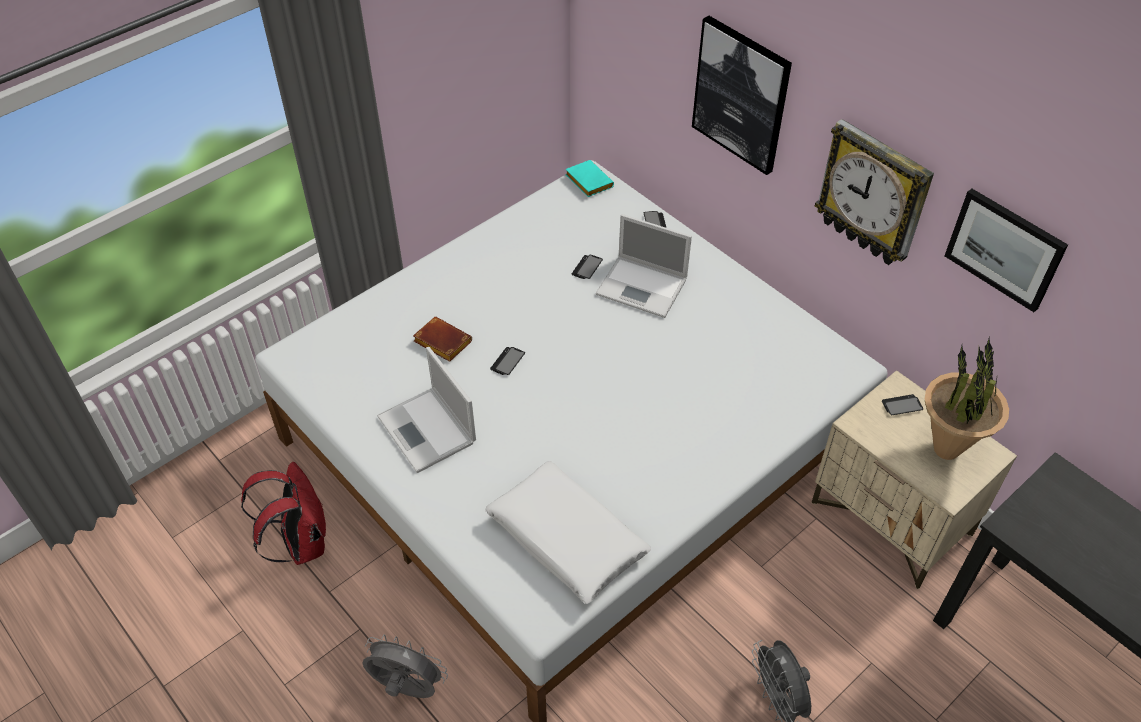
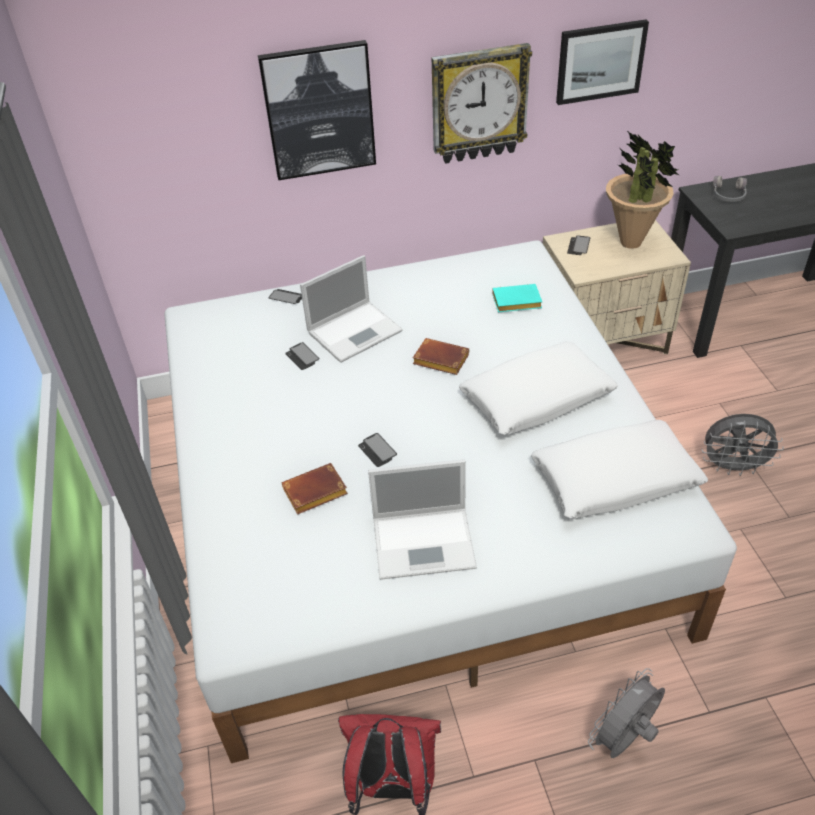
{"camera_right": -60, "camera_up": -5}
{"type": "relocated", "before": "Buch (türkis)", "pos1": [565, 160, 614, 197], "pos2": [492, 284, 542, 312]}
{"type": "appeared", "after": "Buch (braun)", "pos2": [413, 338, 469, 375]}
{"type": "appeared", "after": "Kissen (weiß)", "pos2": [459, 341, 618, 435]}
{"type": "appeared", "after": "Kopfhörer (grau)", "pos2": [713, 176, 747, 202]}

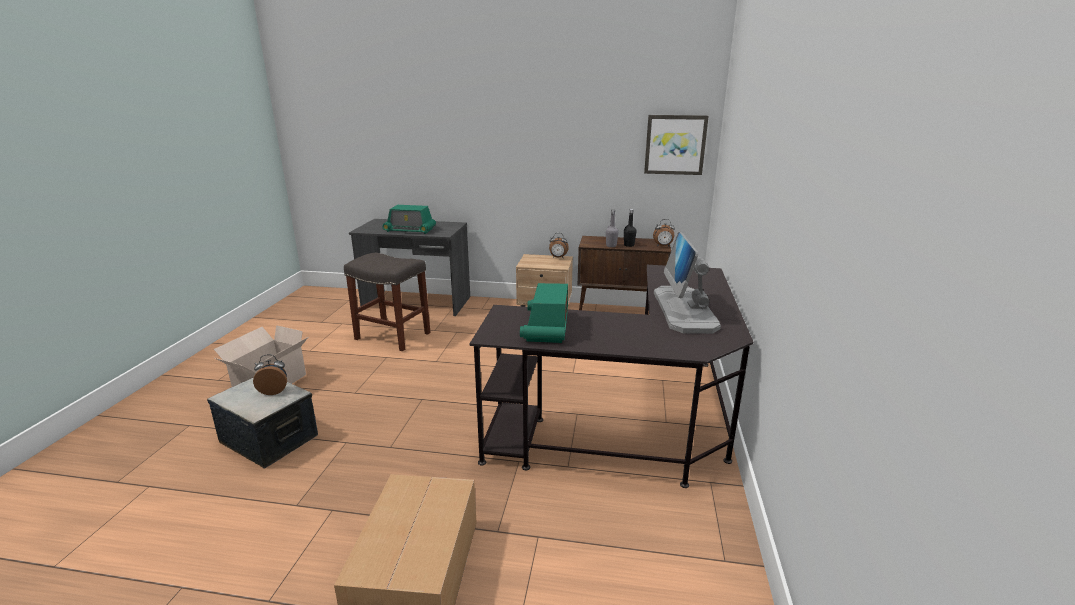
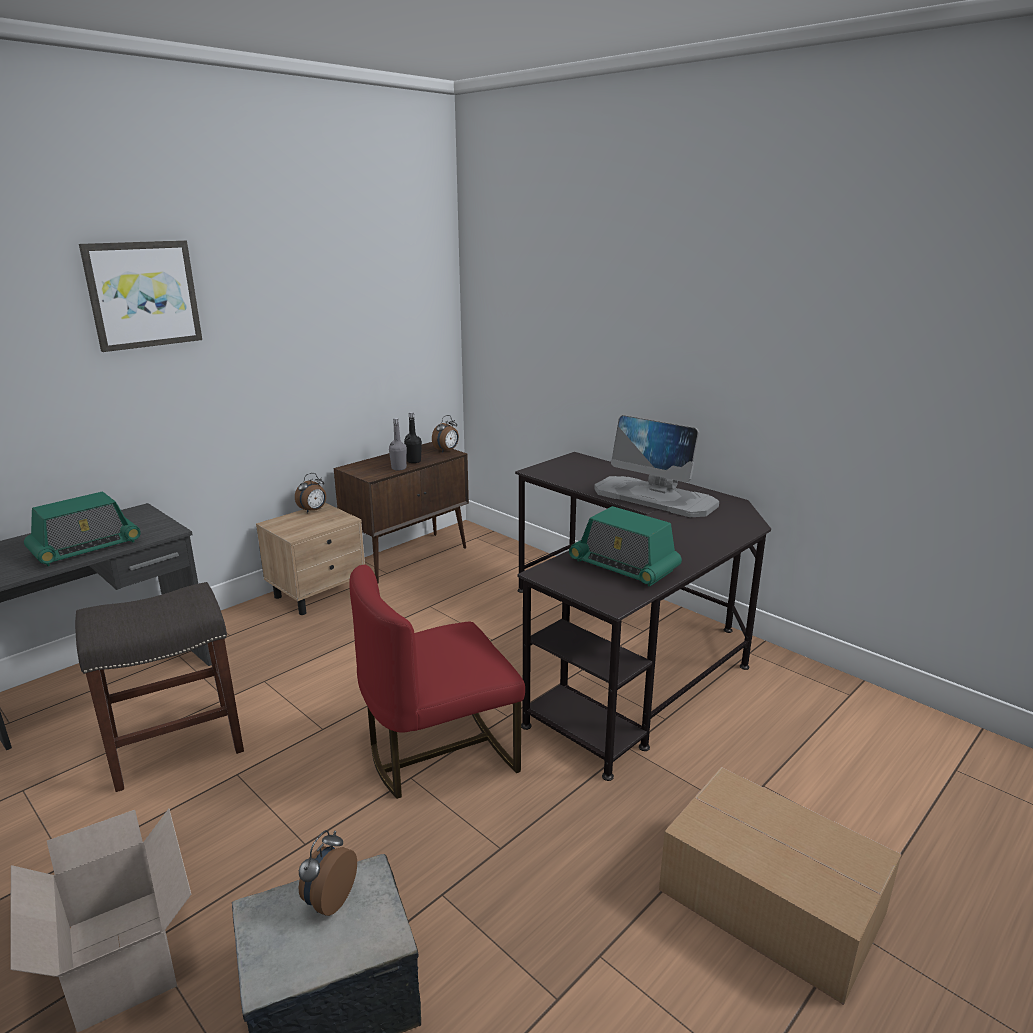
{"camera_right": -55, "camera_up": 0}
{"type": "relocated", "before": "Bild", "pos1": [644, 115, 709, 175], "pos2": [79, 240, 202, 352]}
{"type": "appeared", "after": "Stuhl (rot)", "pos2": [349, 565, 525, 799]}

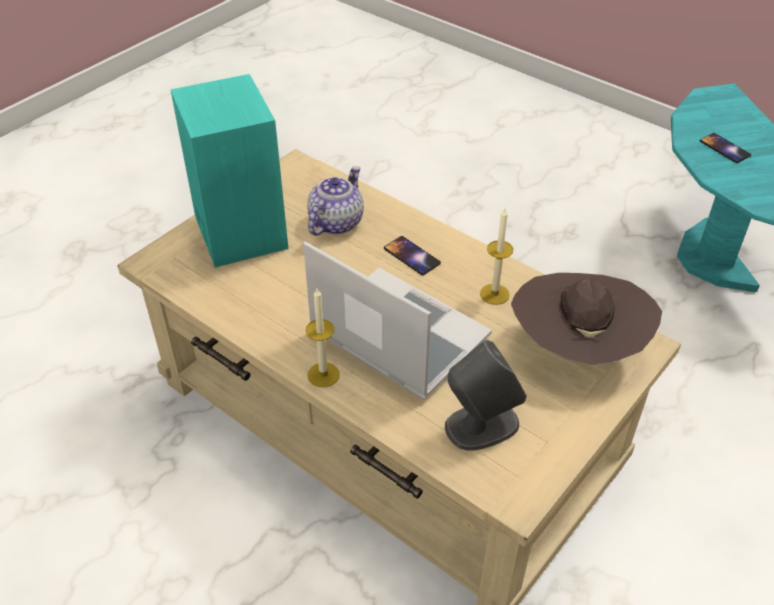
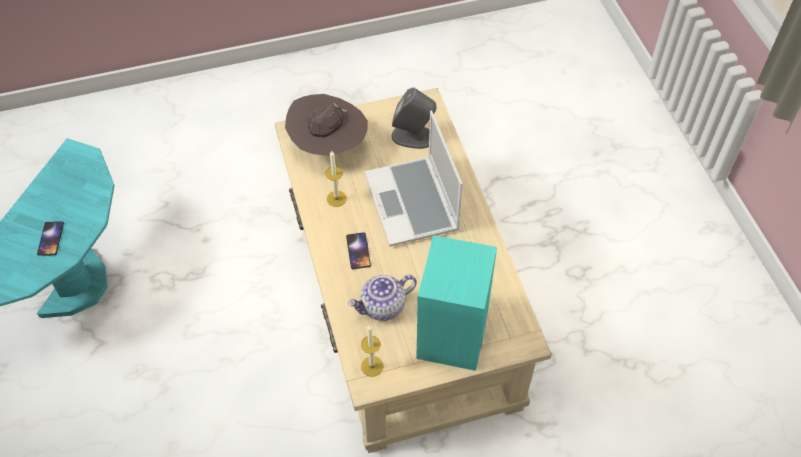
{"camera_right": -145, "camera_up": 10}
{"type": "relocated", "before": "Kerze", "pos1": [306, 288, 340, 387], "pos2": [361, 325, 384, 377]}

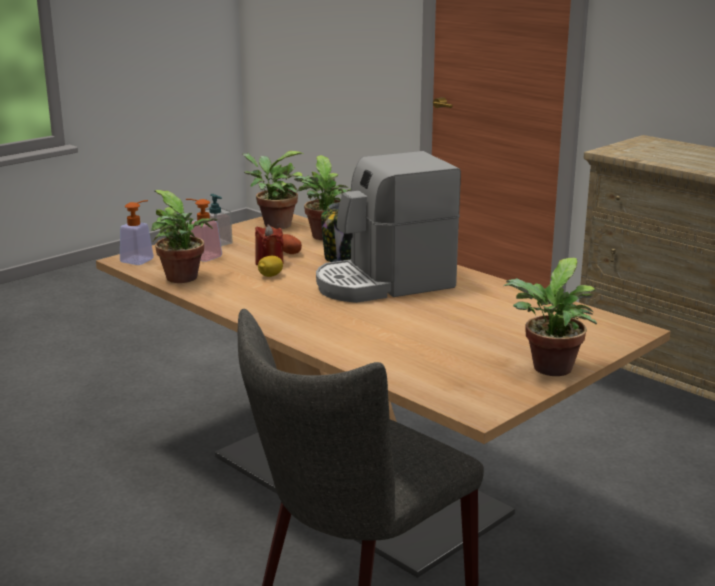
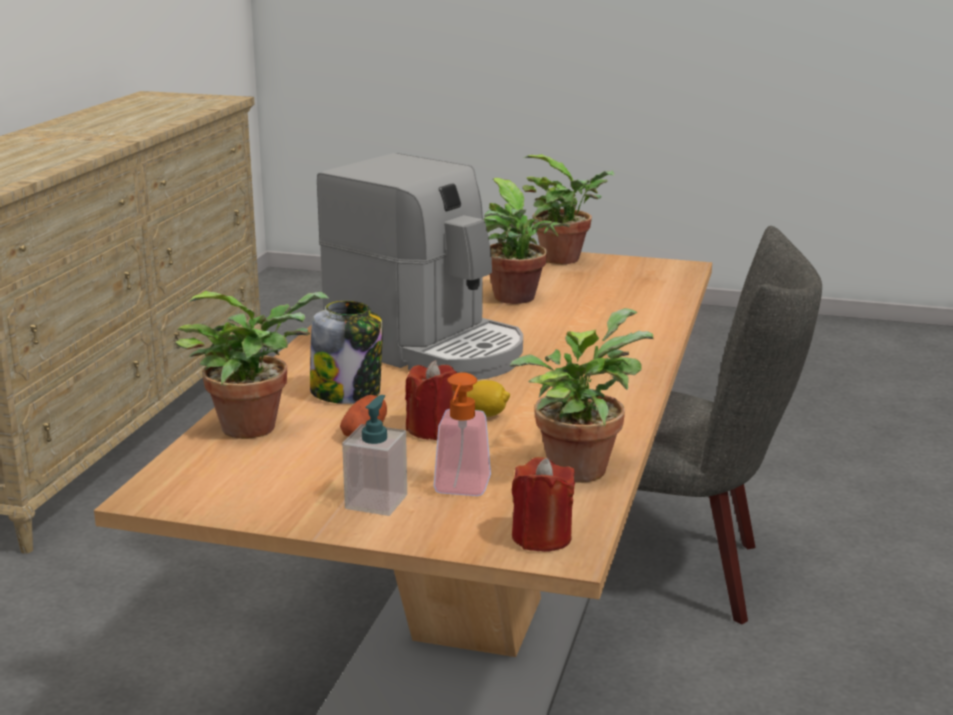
{"camera_right": -120, "camera_up": 0}
{"type": "exchanged", "before": "Seifenspender", "after": "Kerze (rot)", "pos1": [120, 200, 154, 265], "pos2": [512, 457, 575, 552]}
{"type": "relocated", "before": "Topfpflanze", "pos1": [243, 151, 305, 229], "pos2": [483, 178, 570, 304]}

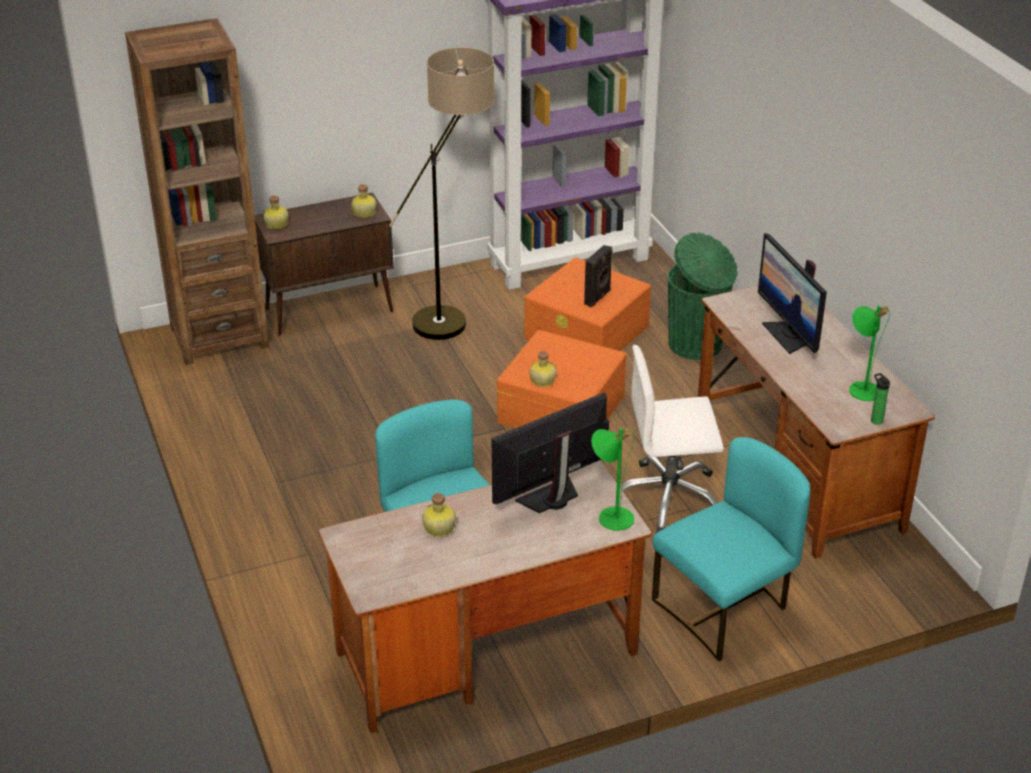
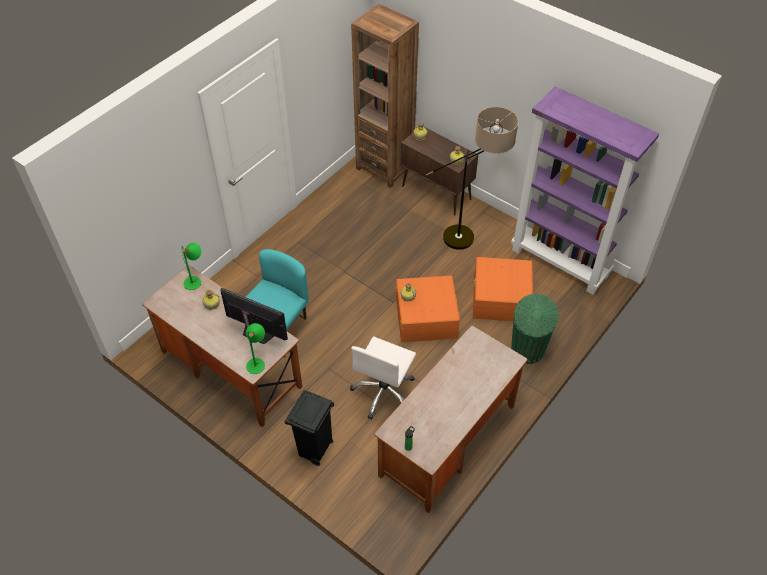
{"camera_right": 60, "camera_up": 15}
{"type": "missing", "before": "Lautsprecher (schwarz)", "pos1": [584, 245, 612, 308]}
{"type": "spun", "before": "Bürostuhl (weiß)", "pos1": [620, 345, 724, 533], "pos2": [350, 336, 416, 420], "turn": -120}
{"type": "exchanged", "before": "Stuhl (türkis)", "after": "Mülleimer (schwarz)", "pos1": [652, 437, 810, 661], "pos2": [285, 390, 334, 466]}
{"type": "missing", "before": "Monitor", "pos1": [758, 233, 827, 354]}
{"type": "relocated", "before": "Tischlampe (grün)", "pos1": [849, 305, 890, 401], "pos2": [181, 243, 201, 290]}

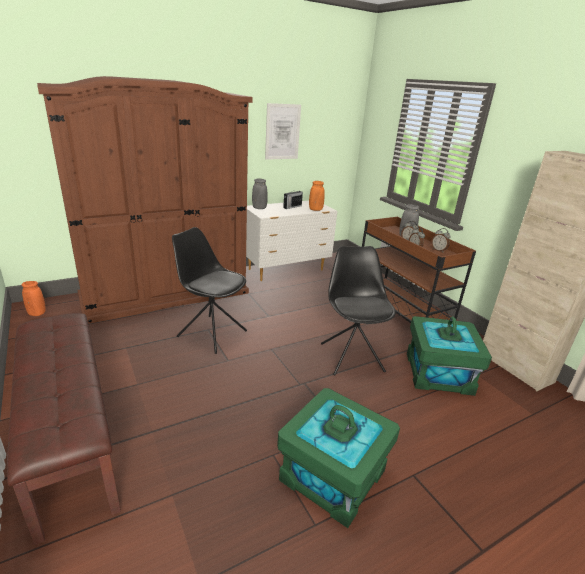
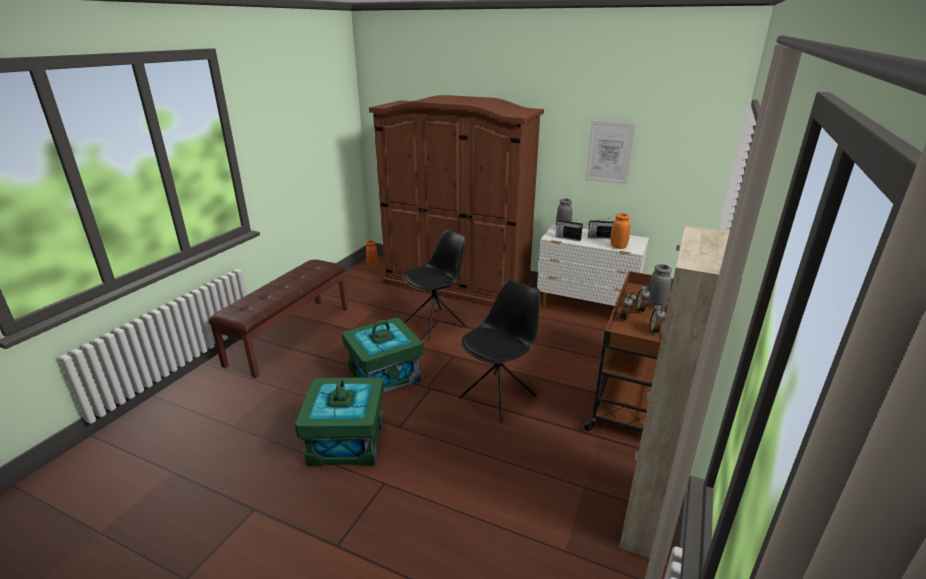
{"camera_right": 55, "camera_up": 0}
{"type": "spun", "before": "Stuhl (schwarz)", "pos1": [172, 227, 247, 354], "pos2": [403, 229, 466, 341], "turn": 60}
{"type": "relocated", "before": "Aufbewahrungsbox (grün)", "pos1": [407, 316, 492, 396], "pos2": [342, 317, 423, 393]}
{"type": "appeared", "after": "Radio", "pos2": [555, 219, 583, 241]}

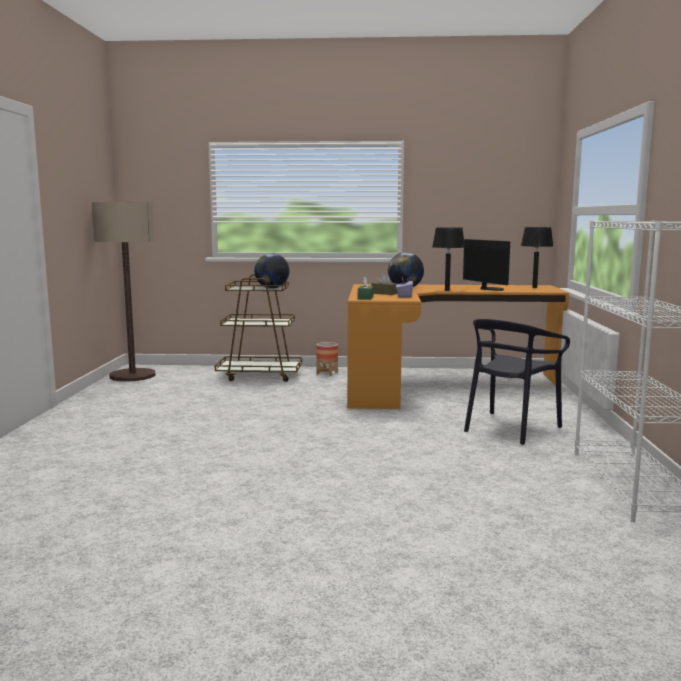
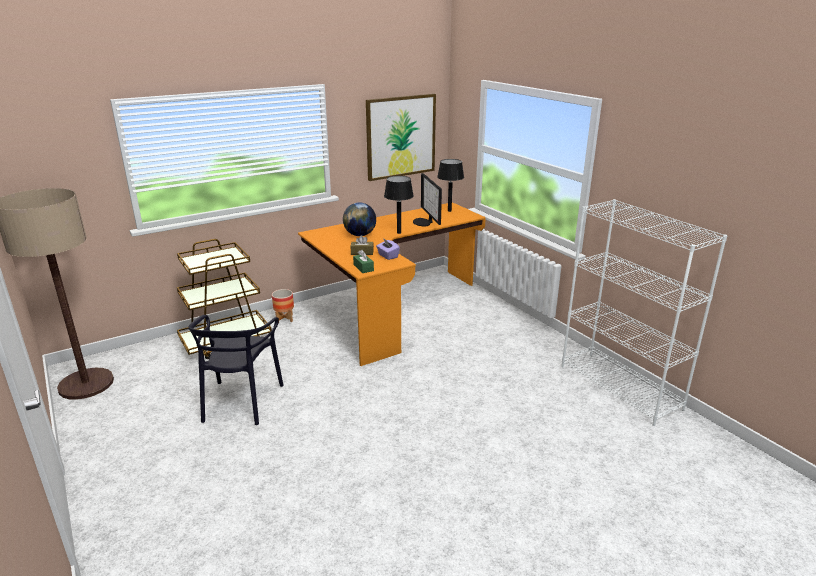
{"camera_right": -35, "camera_up": 15}
{"type": "missing", "before": "Globus", "pos1": [254, 253, 289, 289]}
{"type": "spun", "before": "Monitor", "pos1": [463, 239, 510, 291], "pos2": [413, 173, 442, 226], "turn": -135}
{"type": "relocated", "before": "Stuhl (schwarz)", "pos1": [464, 319, 570, 445], "pos2": [189, 315, 284, 425]}
{"type": "appeared", "after": "Bild", "pos2": [366, 94, 436, 181]}

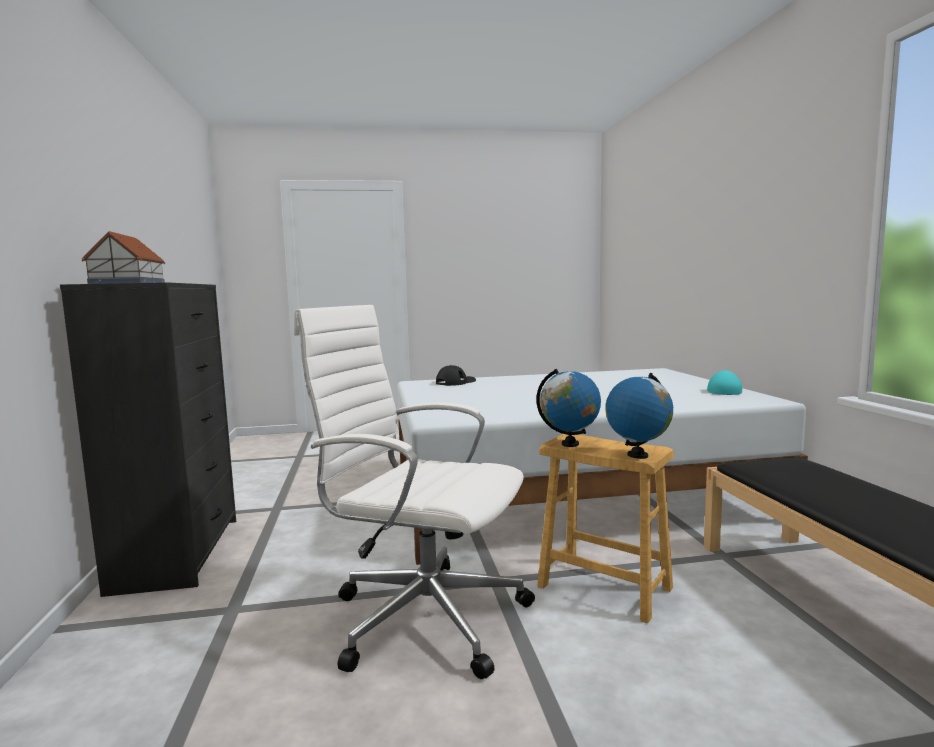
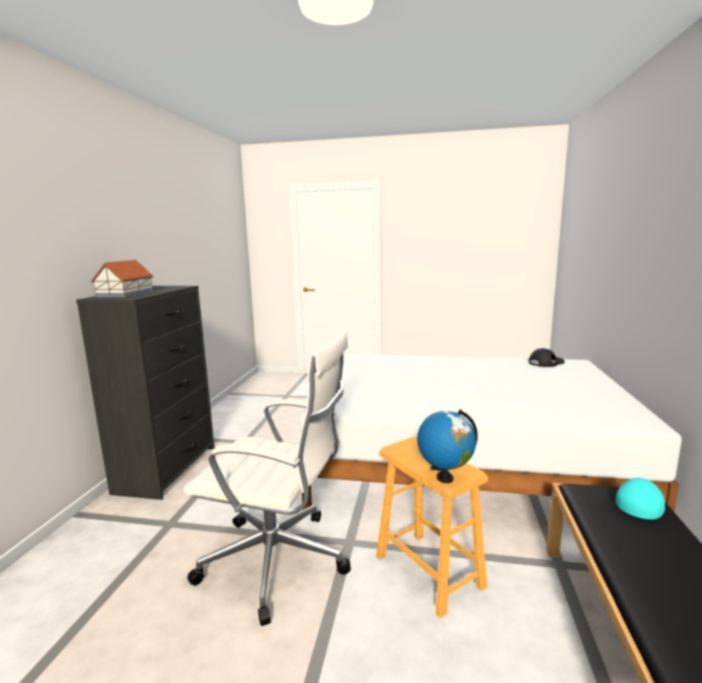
{"camera_right": 20, "camera_up": 5}
{"type": "spun", "before": "Bürostuhl (weiß)", "pos1": [294, 305, 535, 679], "pos2": [184, 330, 351, 626], "turn": 150}
{"type": "relocated", "before": "Kappe (schwarz)", "pos1": [436, 365, 476, 386], "pos2": [529, 348, 565, 367]}
{"type": "missing", "before": "Globus", "pos1": [536, 369, 601, 447]}
{"type": "relocated", "before": "Kappe (türkis)", "pos1": [707, 370, 742, 395], "pos2": [616, 478, 665, 520]}

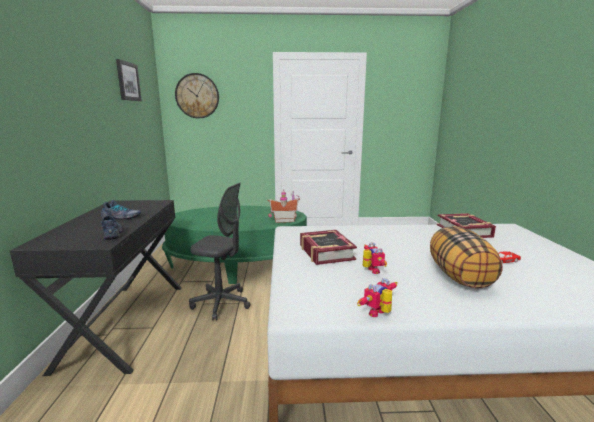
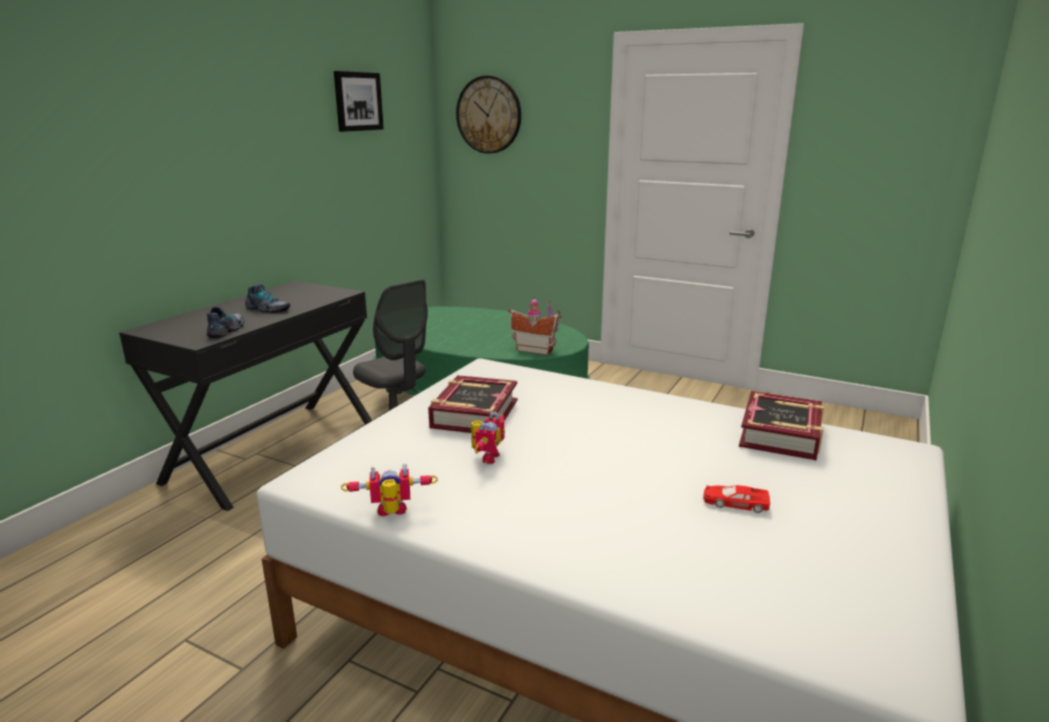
{"camera_right": 30, "camera_up": 5}
{"type": "missing", "before": "Kissen", "pos1": [430, 226, 503, 289]}

